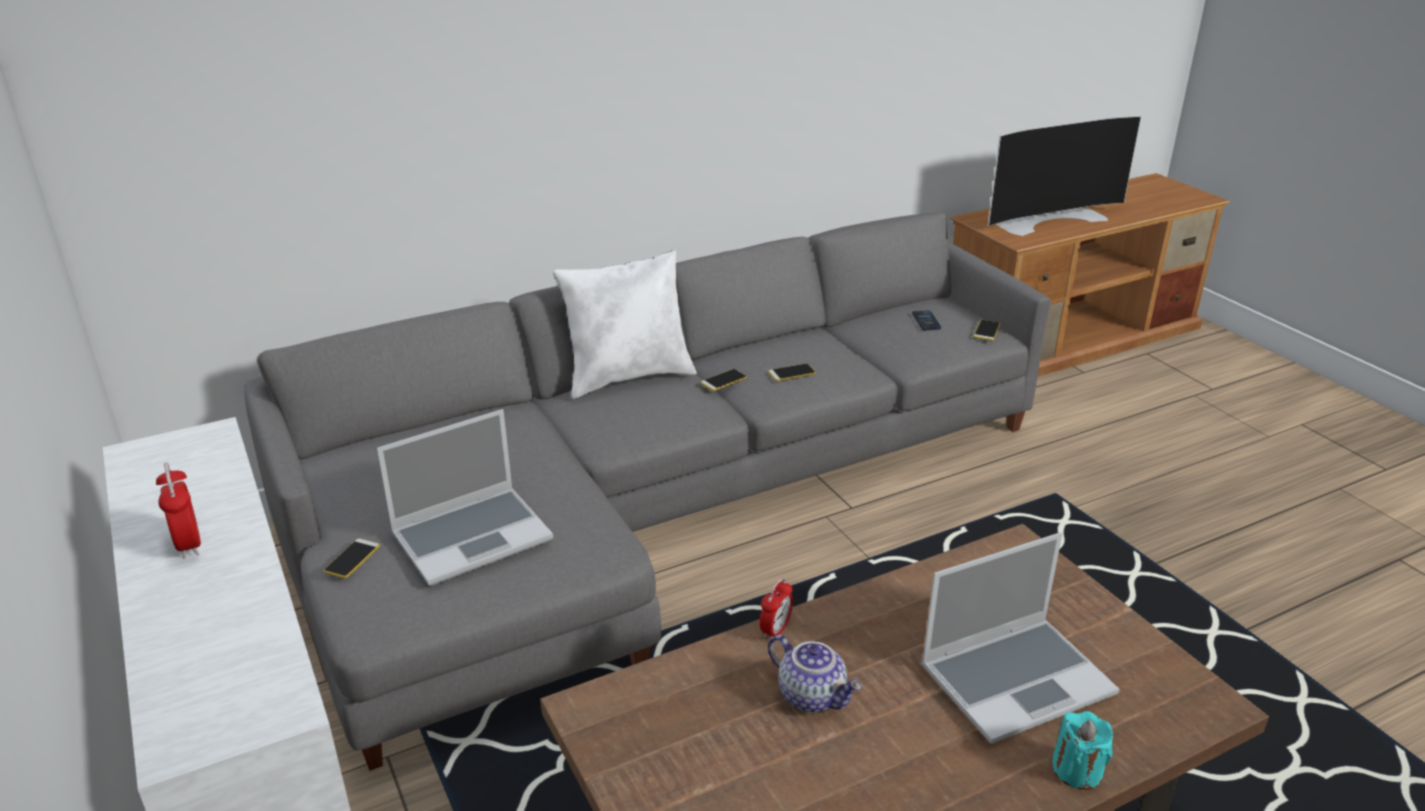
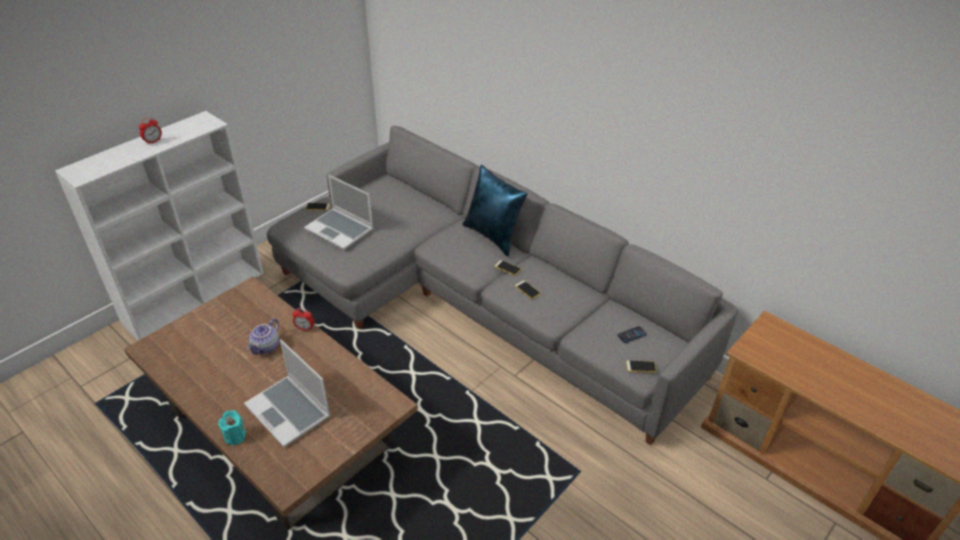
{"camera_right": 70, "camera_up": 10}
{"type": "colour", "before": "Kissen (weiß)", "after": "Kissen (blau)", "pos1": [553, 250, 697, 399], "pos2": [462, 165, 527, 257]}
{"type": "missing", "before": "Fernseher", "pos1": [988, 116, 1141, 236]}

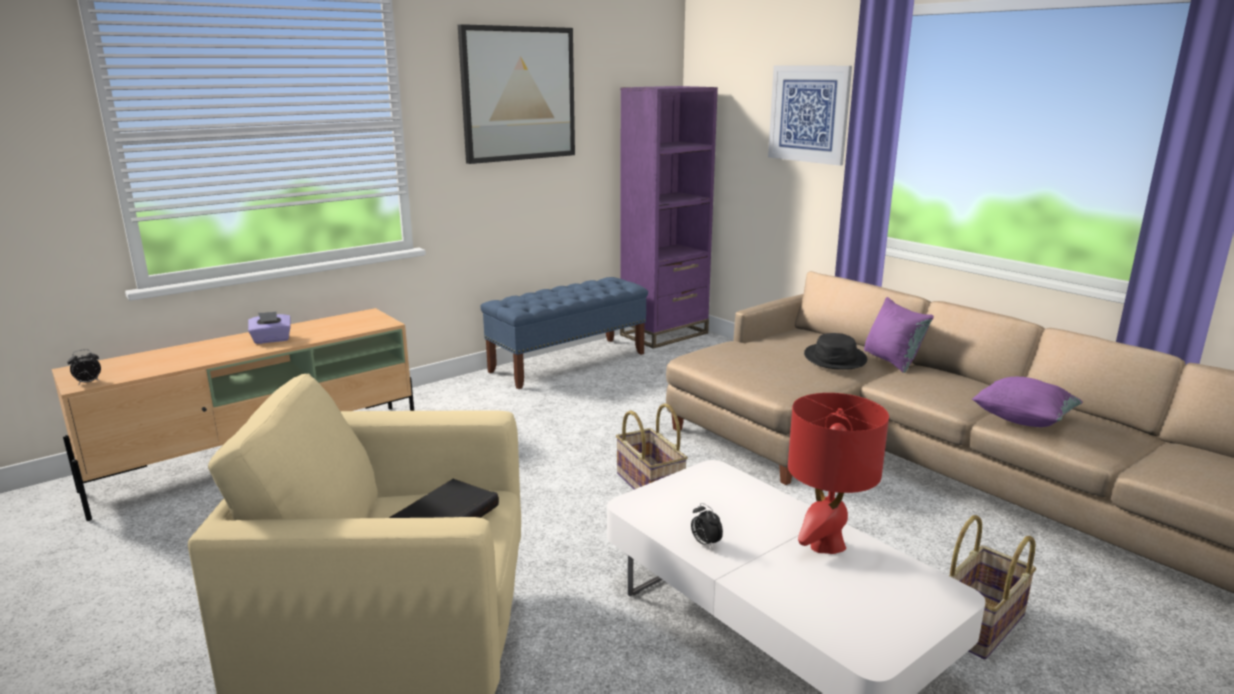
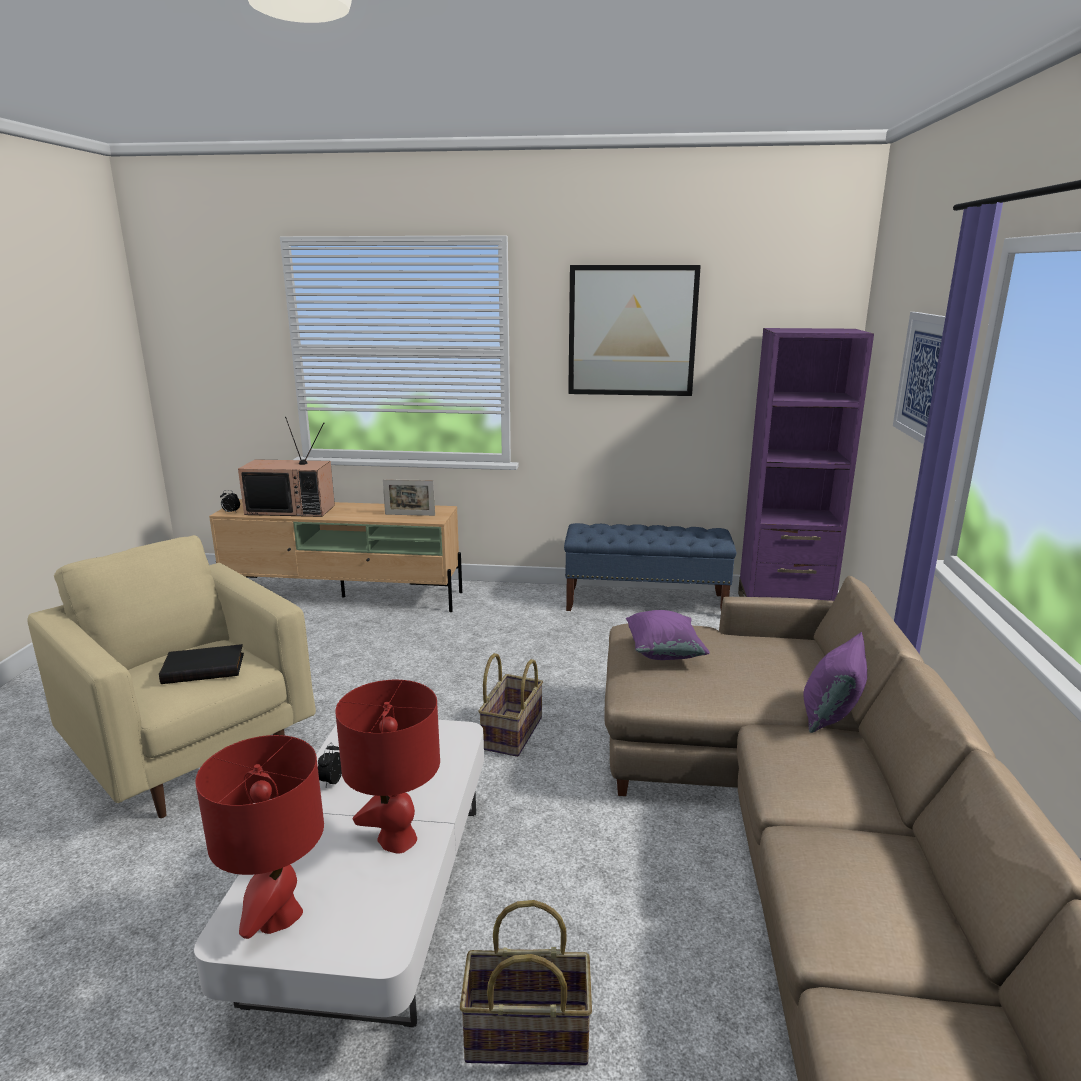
{"camera_right": 45, "camera_up": 0}
{"type": "missing", "before": "Taschentuchbox (lila)", "pos1": [248, 312, 291, 344]}
{"type": "missing", "before": "Hut (schwarz)", "pos1": [804, 333, 867, 370]}
{"type": "relocated", "before": "Kissen (lila)", "pos1": [972, 377, 1083, 427], "pos2": [626, 610, 710, 660]}
{"type": "appeared", "after": "Tischlampe (rot)", "pos2": [195, 735, 324, 939]}
{"type": "appeared", "after": "Fernseher", "pos2": [238, 417, 335, 517]}
{"type": "appeared", "after": "Bilderrahmen", "pos2": [383, 479, 435, 516]}

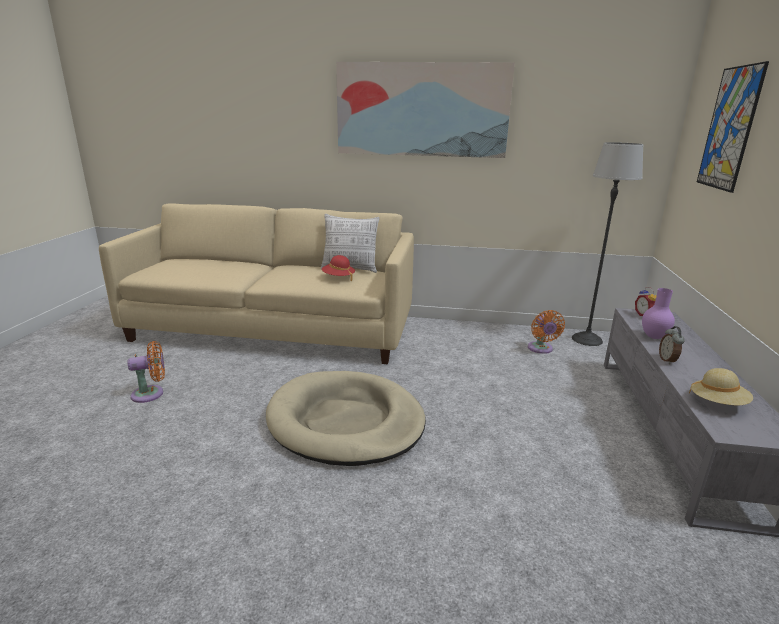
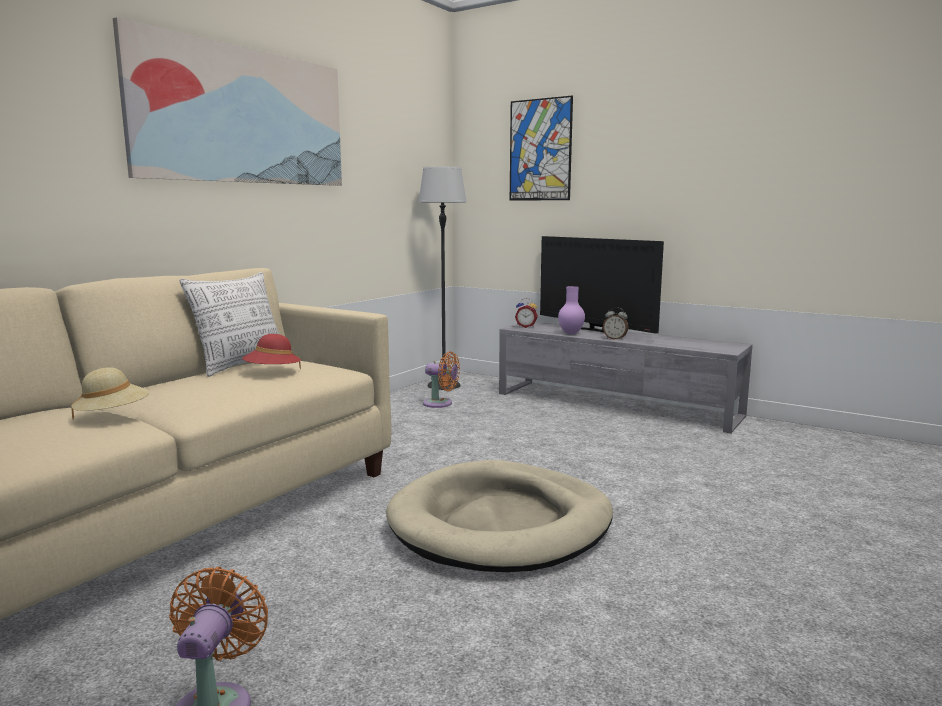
{"camera_right": -65, "camera_up": -10}
{"type": "relocated", "before": "Hut (beige)", "pos1": [689, 368, 753, 405], "pos2": [71, 367, 149, 419]}
{"type": "appeared", "after": "Fernseher", "pos2": [540, 236, 664, 334]}

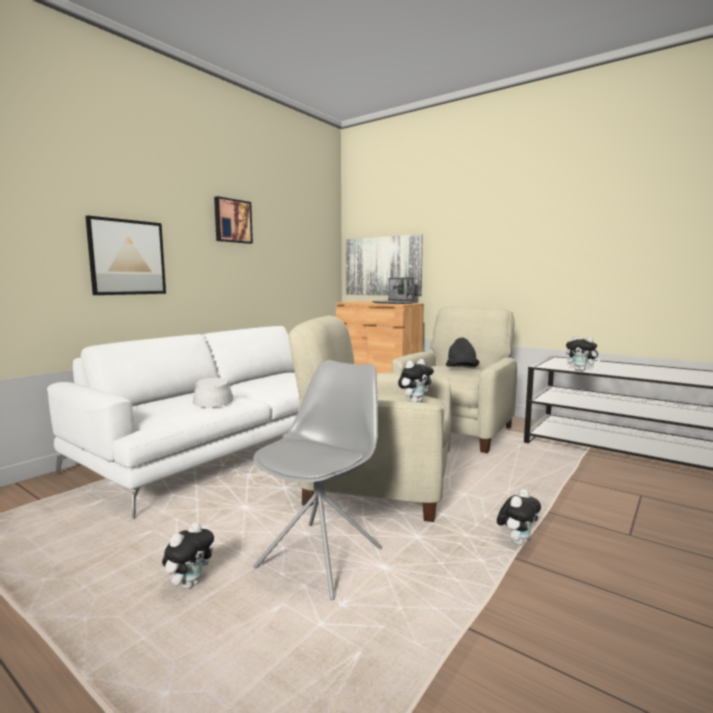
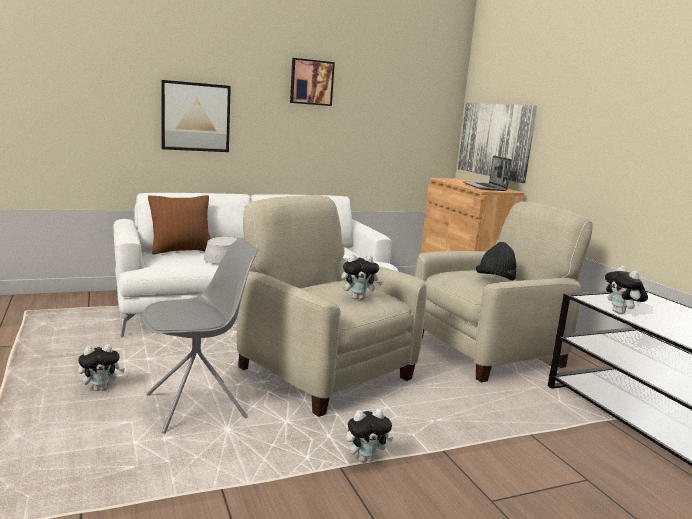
{"camera_right": 30, "camera_up": 5}
{"type": "appeared", "after": "Kissen (braun)", "pos2": [148, 195, 211, 255]}

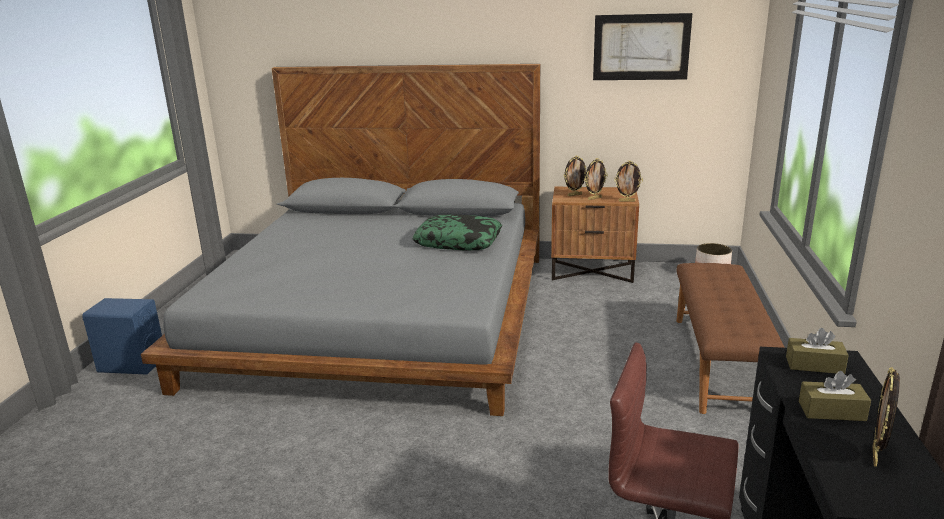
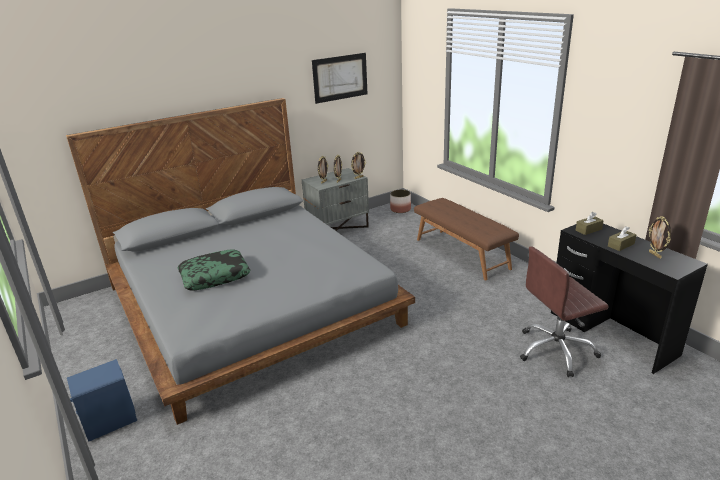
{"camera_right": -40, "camera_up": 5}
{"type": "relocated", "before": "Kissen", "pos1": [412, 214, 502, 250], "pos2": [178, 249, 251, 291]}
{"type": "colour", "before": "Nachttisch (braun)", "after": "Nachttisch (grau)", "pos1": [551, 187, 639, 283], "pos2": [302, 168, 369, 231]}

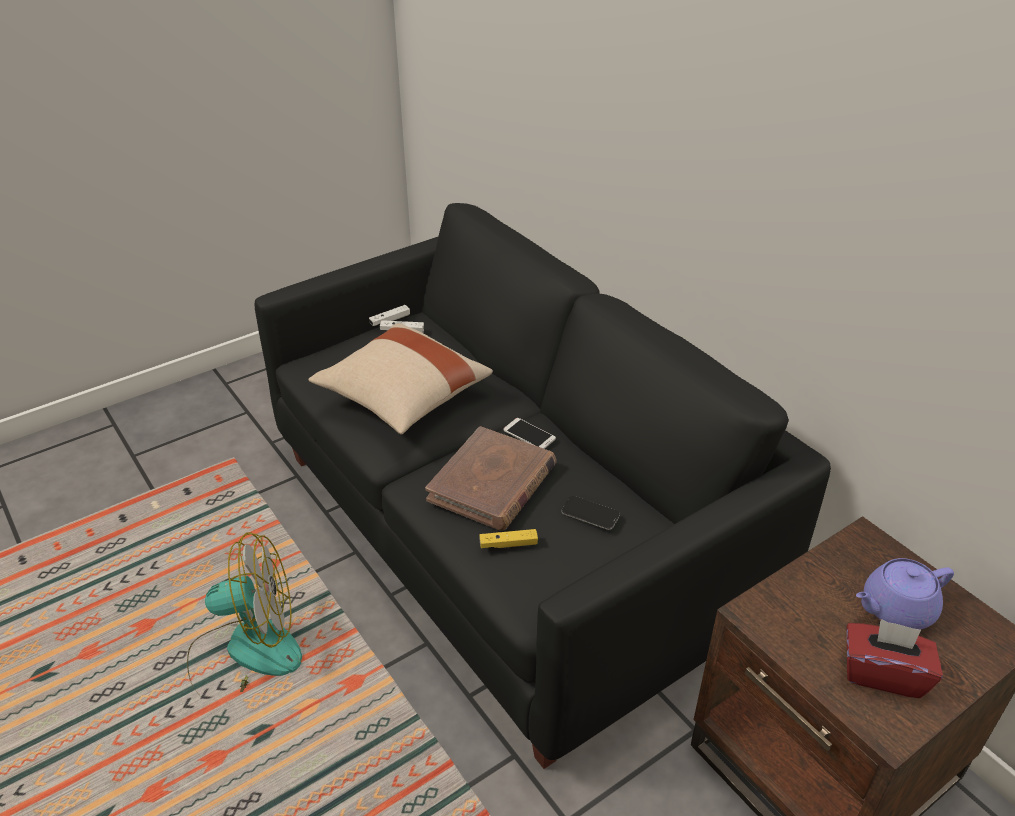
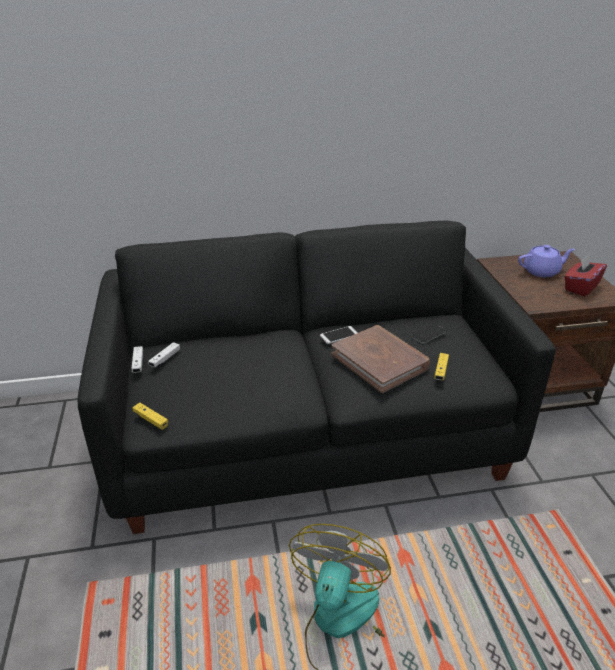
{"camera_right": -65, "camera_up": -5}
{"type": "missing", "before": "Kissen (beige)", "pos1": [308, 323, 493, 434]}
{"type": "spun", "before": "Teekanne (lila)", "pos1": [856, 558, 954, 630], "pos2": [518, 245, 575, 277], "turn": -105}
{"type": "appeared", "after": "Gamepad (gelb)", "pos2": [132, 403, 168, 430]}

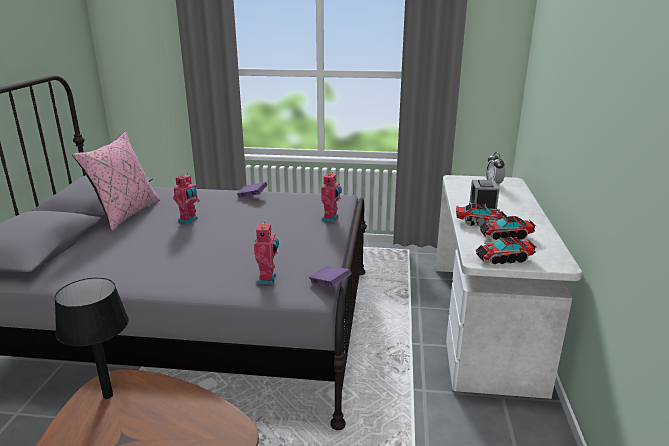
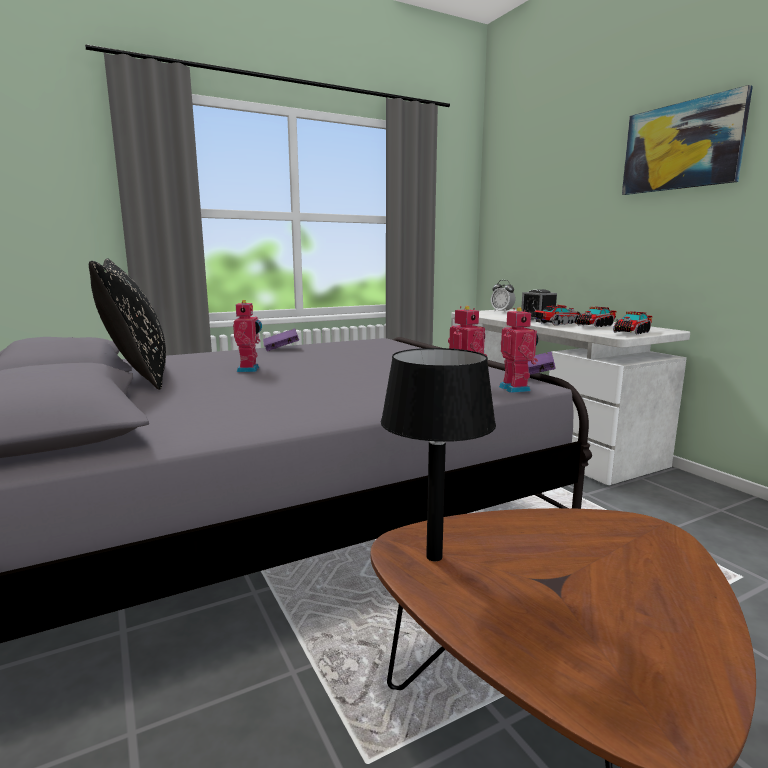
{"camera_right": -35, "camera_up": -10}
{"type": "colour", "before": "Kissen (rosa)", "after": "Kissen (schwarz)", "pos1": [72, 132, 160, 231], "pos2": [89, 258, 166, 390]}
{"type": "relocated", "before": "Spielzeugroboter", "pos1": [321, 173, 342, 222], "pos2": [499, 307, 538, 393]}
{"type": "appeared", "after": "Bild", "pos2": [622, 85, 753, 195]}

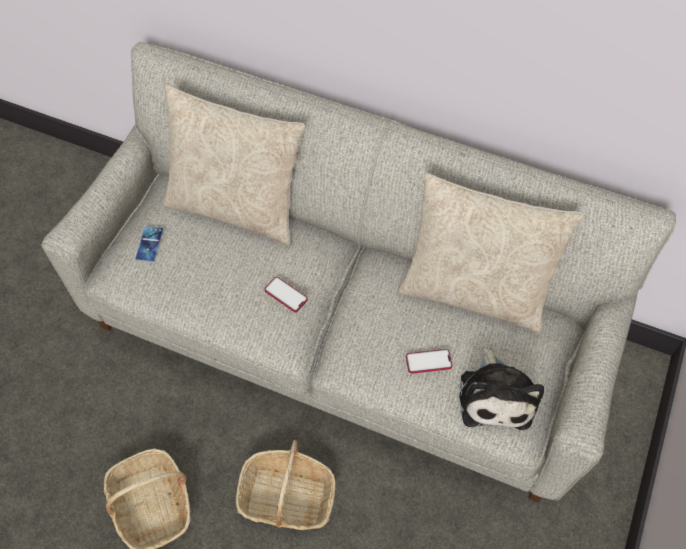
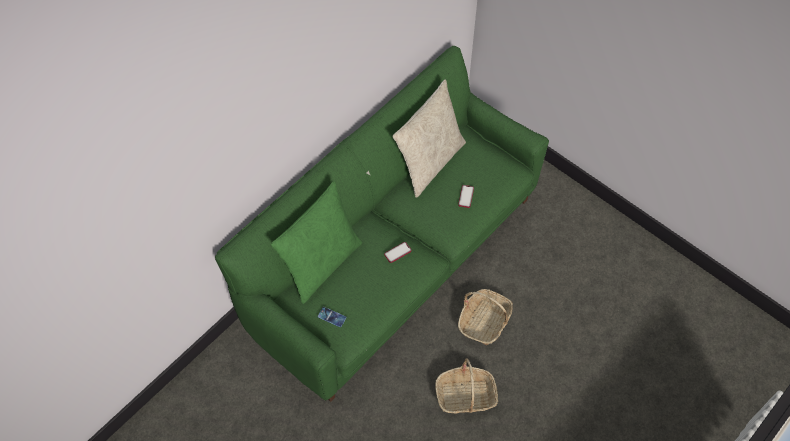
{"camera_right": -70, "camera_up": 0}
{"type": "colour", "before": "Sofa (grau)", "after": "Sofa (grün)", "pos1": [41, 42, 676, 502], "pos2": [215, 46, 549, 402]}
{"type": "colour", "before": "Kissen (beige)", "after": "Kissen (grün)", "pos1": [163, 85, 305, 245], "pos2": [271, 181, 362, 304]}
{"type": "missing", "before": "Plüschtier", "pos1": [458, 346, 544, 430]}

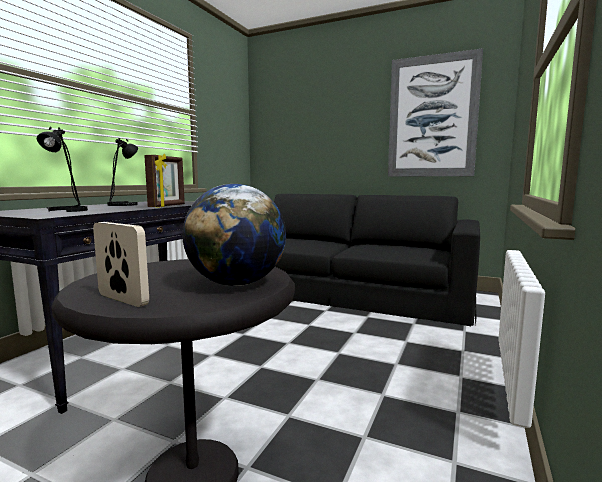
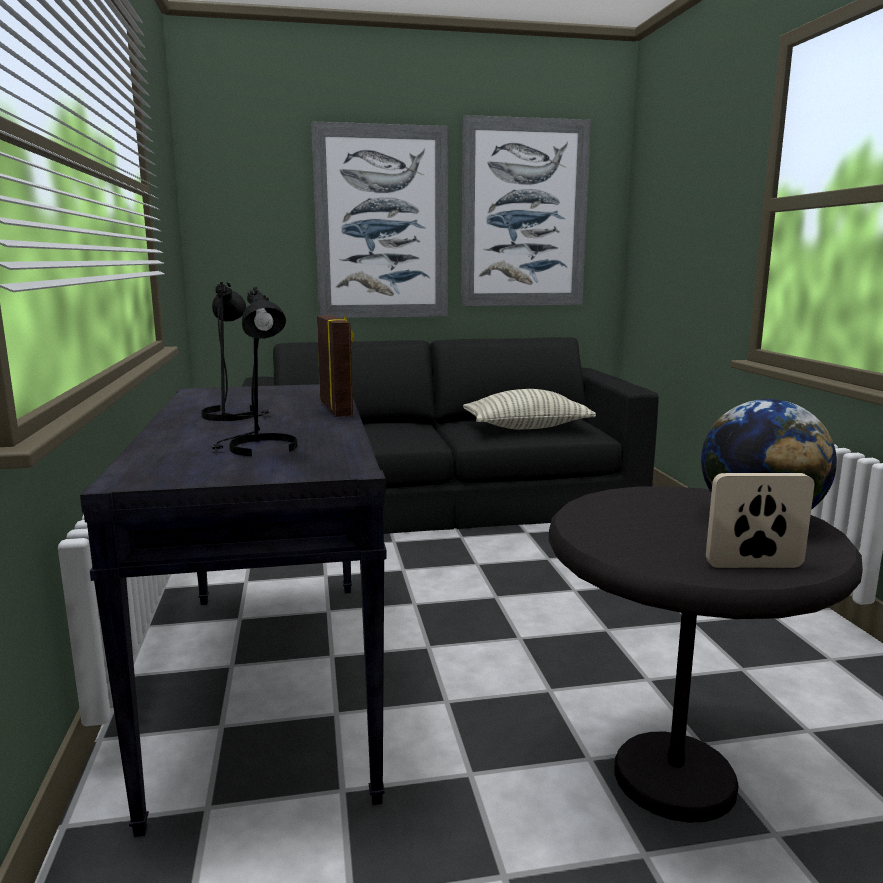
{"camera_right": -35, "camera_up": 5}
{"type": "appeared", "after": "Bild", "pos2": [311, 121, 448, 318]}
{"type": "appeared", "after": "Kissen", "pos2": [463, 389, 596, 429]}

